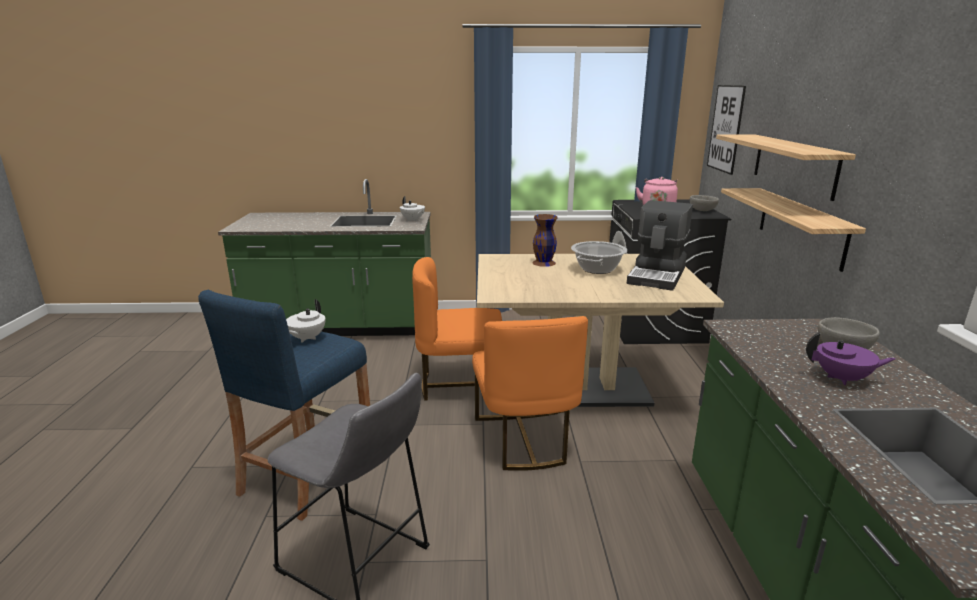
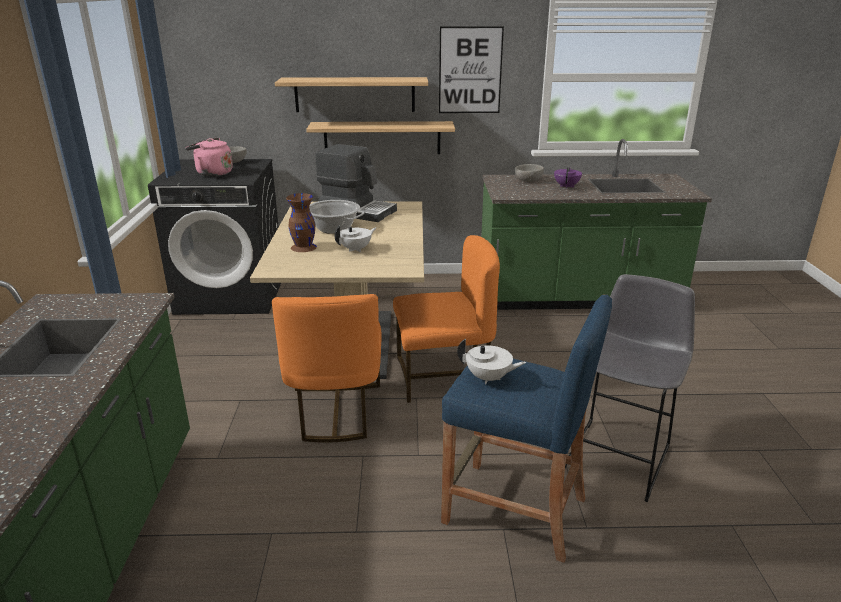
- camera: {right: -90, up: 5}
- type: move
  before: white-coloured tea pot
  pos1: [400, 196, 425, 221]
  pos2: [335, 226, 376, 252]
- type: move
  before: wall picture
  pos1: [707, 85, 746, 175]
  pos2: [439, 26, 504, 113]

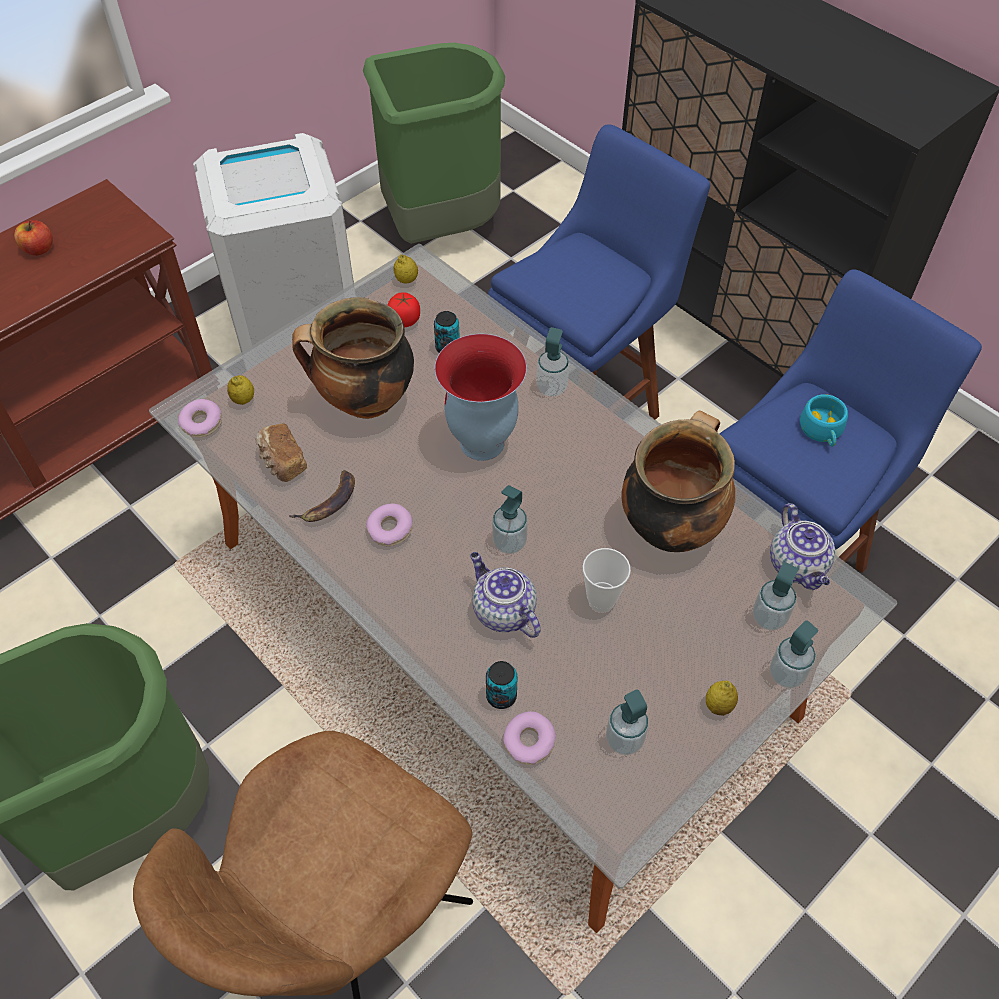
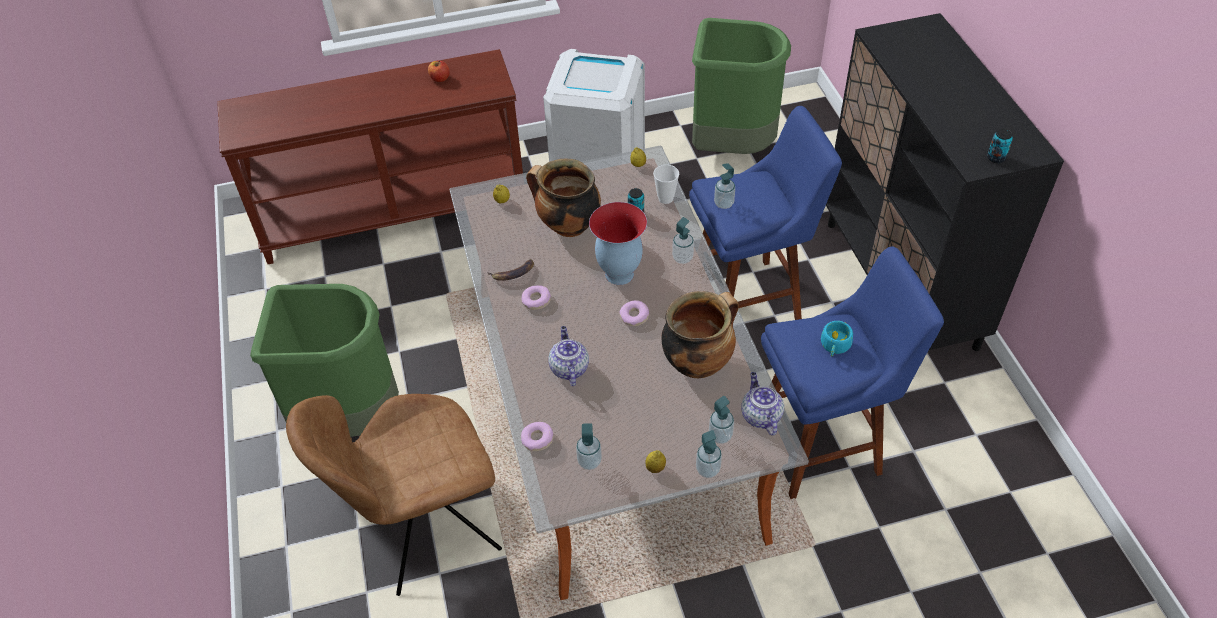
- camera: {right: 30, up: -5}
- type: move
  before: ring doughnut
  pos1: [178, 399, 222, 437]
  pos2: [620, 300, 649, 326]
- type: move
  before: drinking cup
  pos1: [583, 548, 631, 612]
  pos2: [653, 165, 679, 204]
- type: move
  before: liquid soap bottle
  pos1: [492, 485, 528, 554]
  pos2: [714, 163, 735, 209]
- type: rotate
  before: tea pot
  pos1: [770, 503, 835, 590]
  pos2: [741, 372, 784, 436]
  turn: 150
- type: move
  before: sealed can
  pos1: [486, 661, 518, 709]
  pos2: [987, 129, 1013, 163]
- type: delete
  before: baked bread
  pos1: [256, 423, 307, 482]
- type: delete
  before: fresh tomato
  pos1: [387, 292, 420, 327]

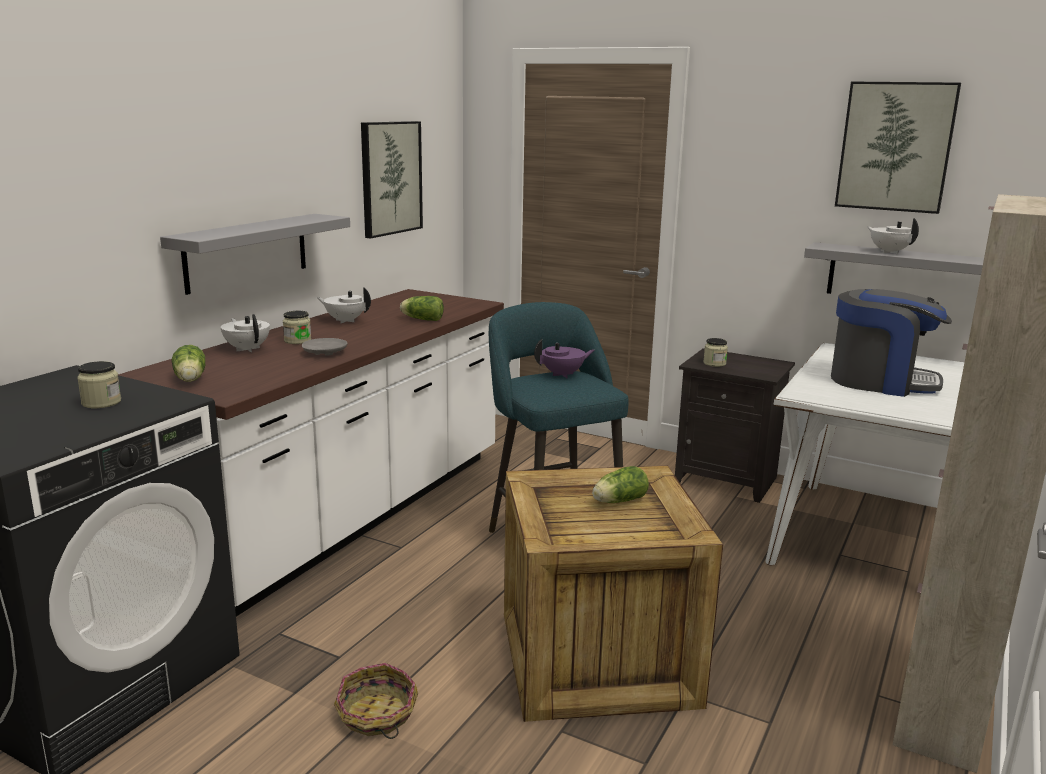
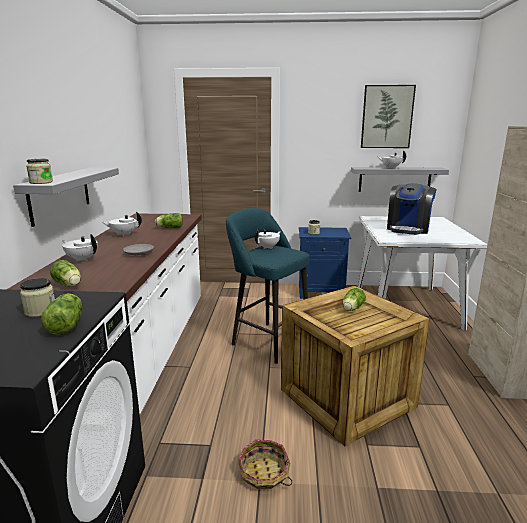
- camera: {right: -25, up: 0}
- type: move
  before: jar
  pos1: [283, 311, 311, 344]
  pos2: [26, 159, 53, 184]
- type: insert
  after: lettuce
  pos2: [41, 294, 82, 335]
- type: recolor
  before: purple tea pot
  after: white-coloured tea pot
  pos1: [534, 339, 594, 378]
  pos2: [255, 229, 280, 249]
- type: recolor
  before: black night table
  after: blue-coloured night table
  pos1: [675, 348, 795, 503]
  pos2: [299, 227, 351, 299]
- type: rotate
  before: coffee maker
  pos1: [831, 289, 952, 397]
  pos2: [387, 183, 437, 235]
  turn: 120
- type: delete
  before: wall picture
  pos1: [361, 121, 423, 238]

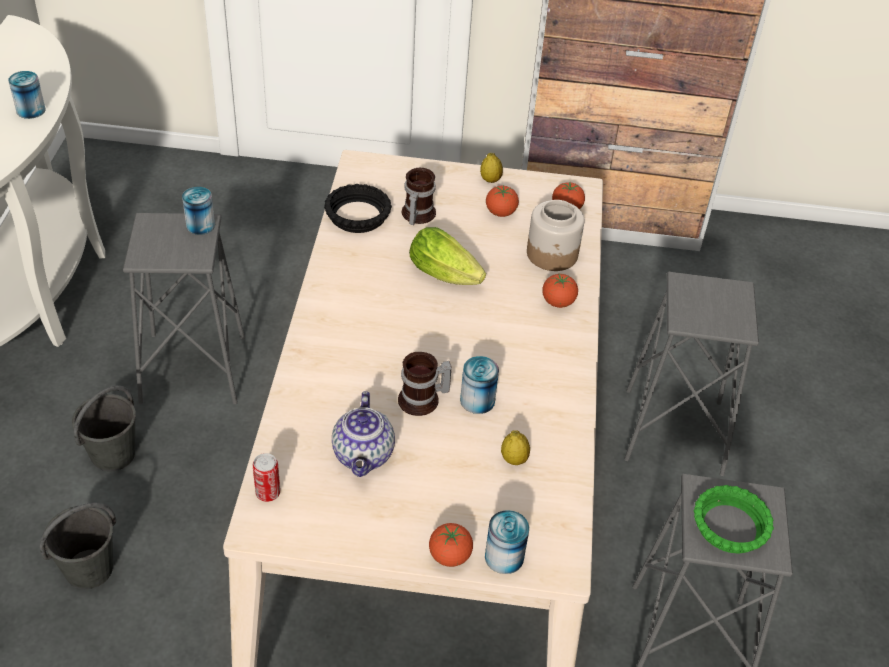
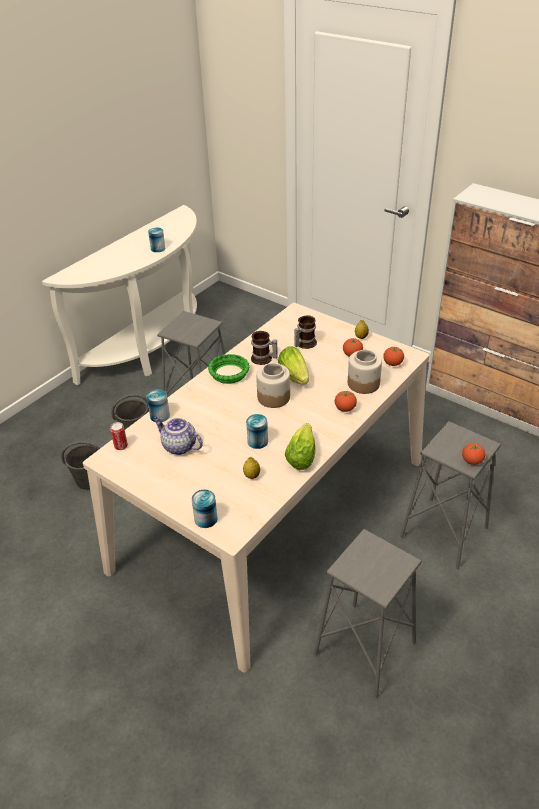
- camera: {right: 35, up: -5}
- type: move
  before: sealed can
  pos1: [182, 187, 215, 235]
  pos2: [146, 389, 170, 422]
- type: rotate
  before: tea pot
  pos1: [332, 391, 395, 477]
  pos2: [153, 417, 203, 455]
  turn: 90
- type: move
  before: green-coloured serving bowl
  pos1: [694, 485, 774, 553]
  pos2: [208, 354, 249, 384]
- type: move
  before: coffee mug
  pos1: [398, 352, 452, 416]
  pos2: [251, 331, 278, 365]
- type: insert
  after: jar
  pos2: [256, 363, 290, 408]
- type: insert
  after: lettuce
  pos2: [285, 423, 316, 470]
- type: move
  before: fresh tomato
  pos1: [429, 523, 473, 567]
  pos2: [462, 443, 485, 465]
- type: delete
  before: black serving bowl
  pos1: [324, 184, 392, 233]

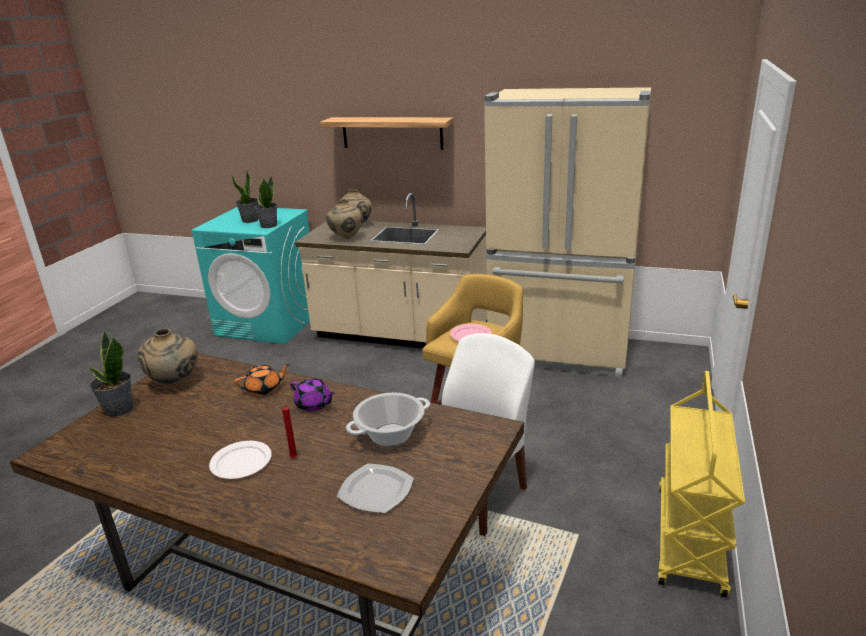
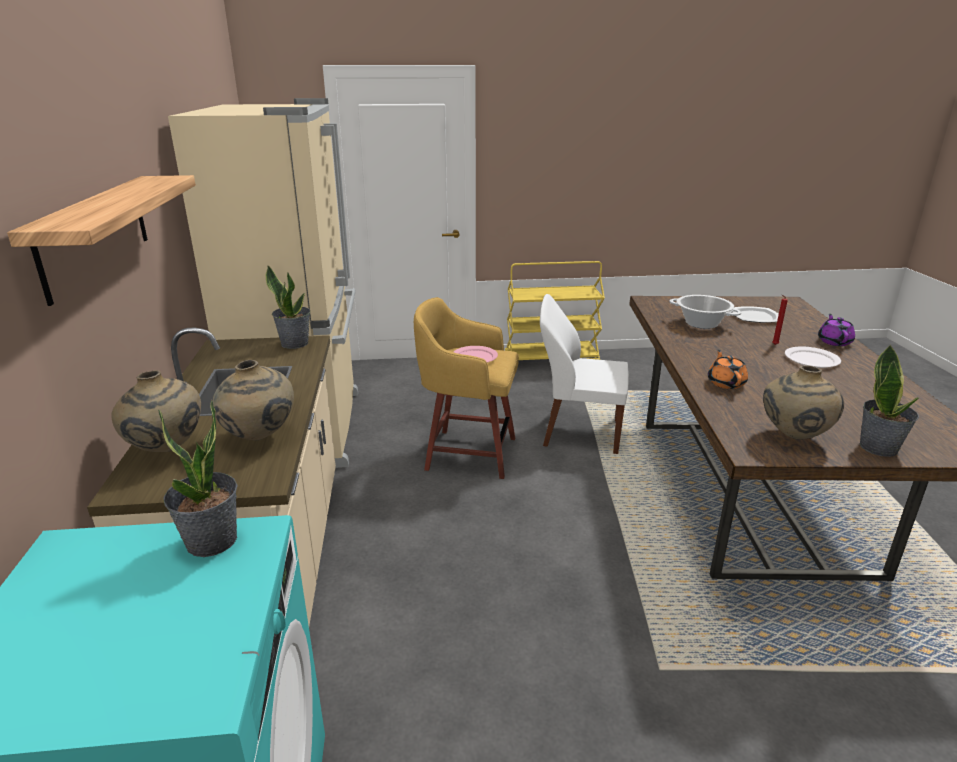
- camera: {right: -115, up: 0}
- type: move
  before: plant in a pot
  pos1: [232, 170, 258, 223]
  pos2: [265, 265, 310, 349]
- type: rotate
  before: orange-coloured tea pot
  pos1: [234, 364, 290, 396]
  pos2: [708, 350, 748, 389]
  turn: 45
- type: move
  before: purple tea pot
  pos1: [290, 379, 335, 412]
  pos2: [818, 314, 855, 346]

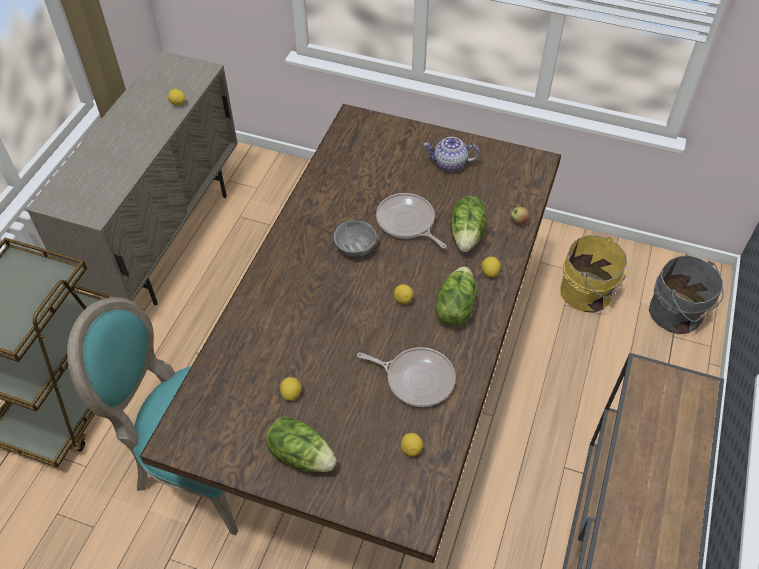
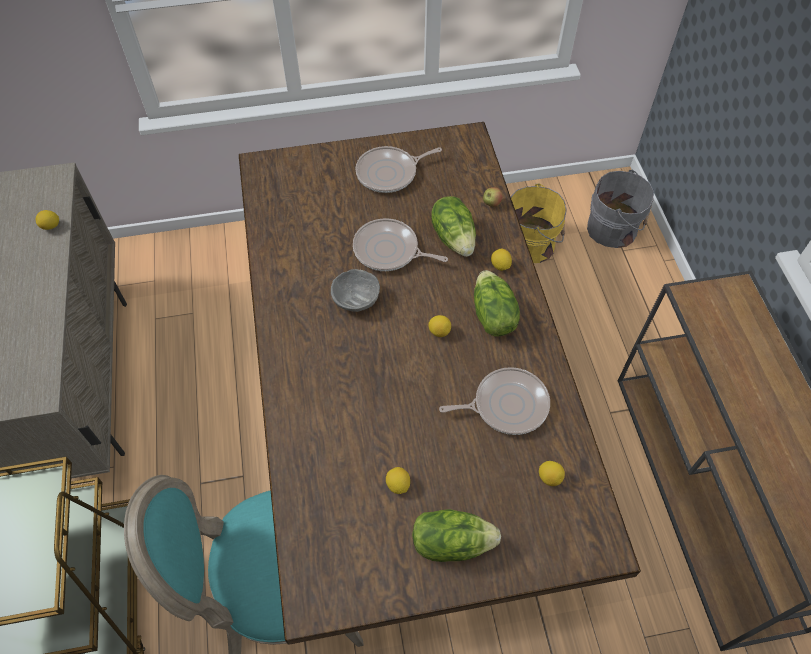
- camera: {right: -30, up: 5}
- type: replace
  before: tea pot
  after: pan
  pos1: [423, 137, 480, 172]
  pos2: [356, 146, 442, 193]

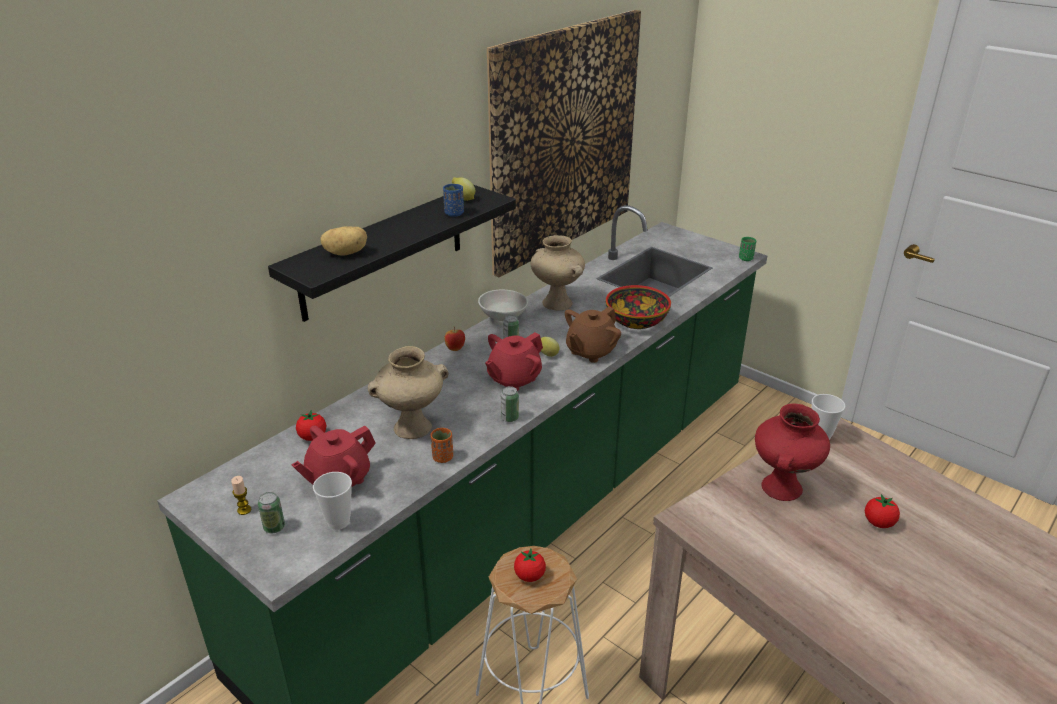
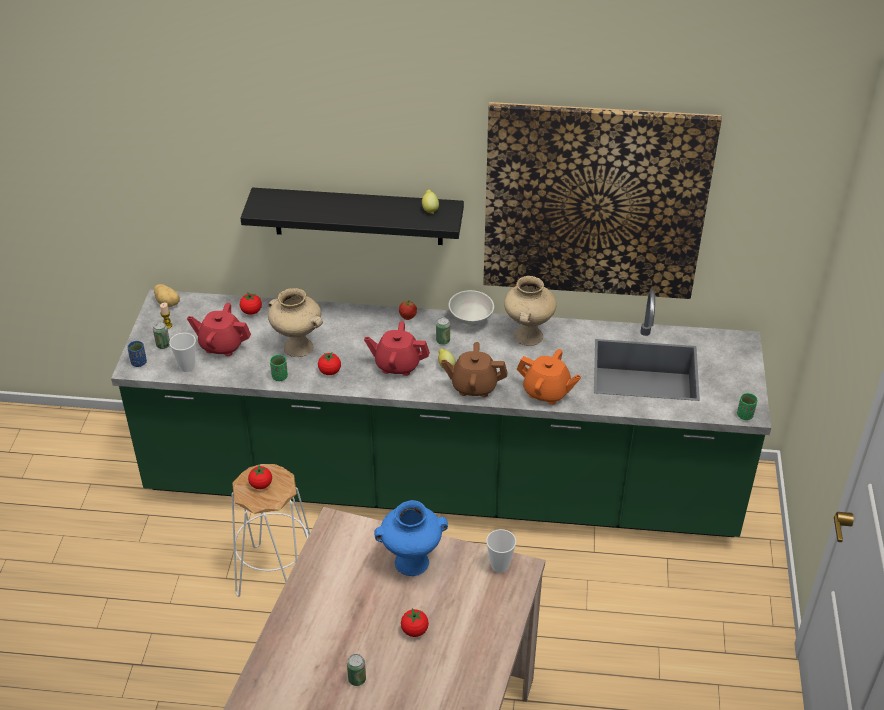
- camera: {right: 55, up: 10}
- type: move
  before: blue-coloured drinking cup
  pos1: [443, 184, 464, 217]
  pos2: [127, 341, 147, 367]
- type: move
  before: whole potato
  pos1: [320, 227, 367, 256]
  pos2: [154, 284, 180, 307]
- type: recolor
  before: orange-coloured drinking cup
  after: green-coloured drinking cup
  pos1: [431, 428, 453, 463]
  pos2: [270, 355, 288, 381]
- type: insert
  after: fresh tomato
  pos2: [318, 352, 341, 375]
- type: move
  before: sealed can
  pos1: [501, 386, 519, 422]
  pos2: [347, 654, 366, 686]
- type: recolor
  before: red decorative vase
  after: blue-coloured decorative vase
  pos1: [755, 403, 830, 501]
  pos2: [374, 500, 448, 576]
- type: replace
  before: serving bowl
  after: orange-coloured tea pot
  pos1: [606, 285, 671, 329]
  pos2: [516, 349, 581, 405]

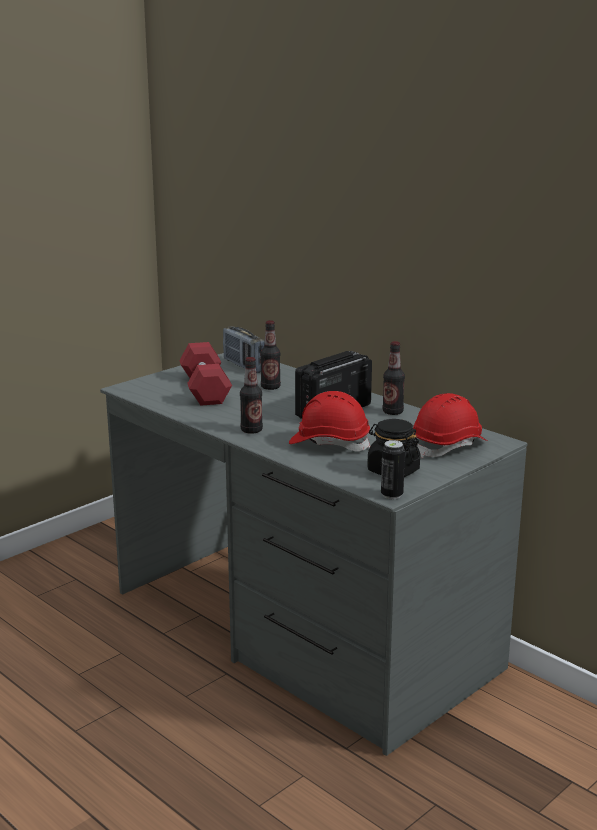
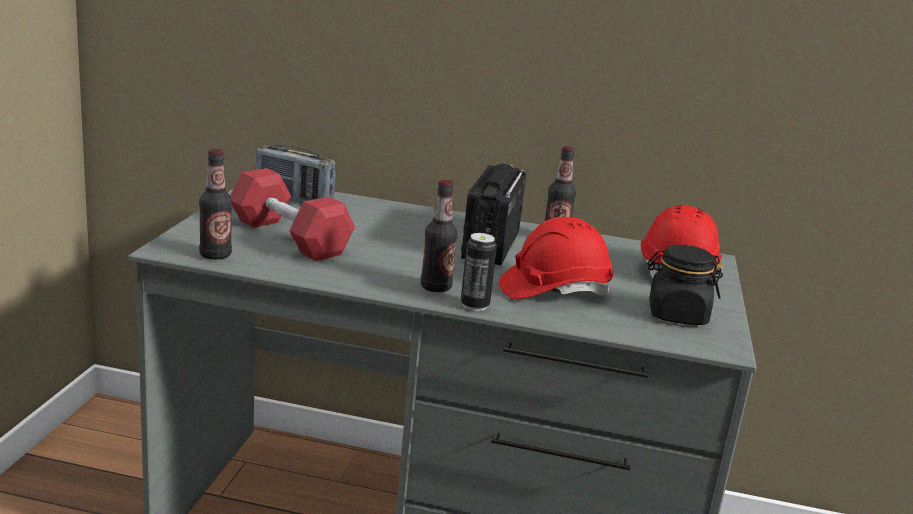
- camera: {right: -35, up: 0}
- type: move
  before: bottle
  pos1: [260, 320, 281, 390]
  pos2: [199, 149, 232, 260]
- type: move
  before: sealed can
  pos1: [381, 440, 405, 499]
  pos2: [461, 233, 497, 311]

